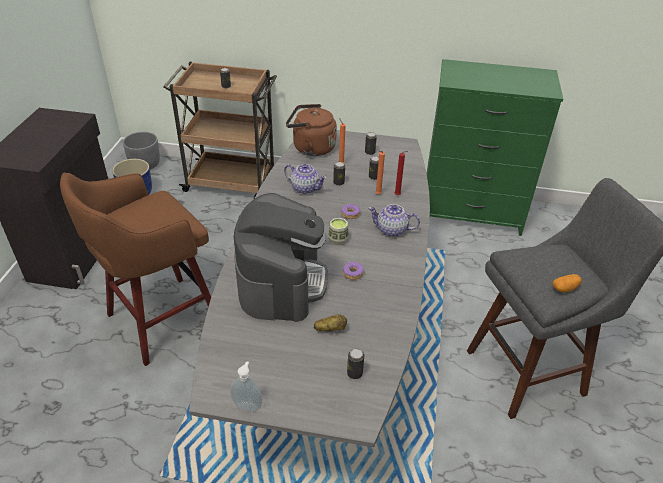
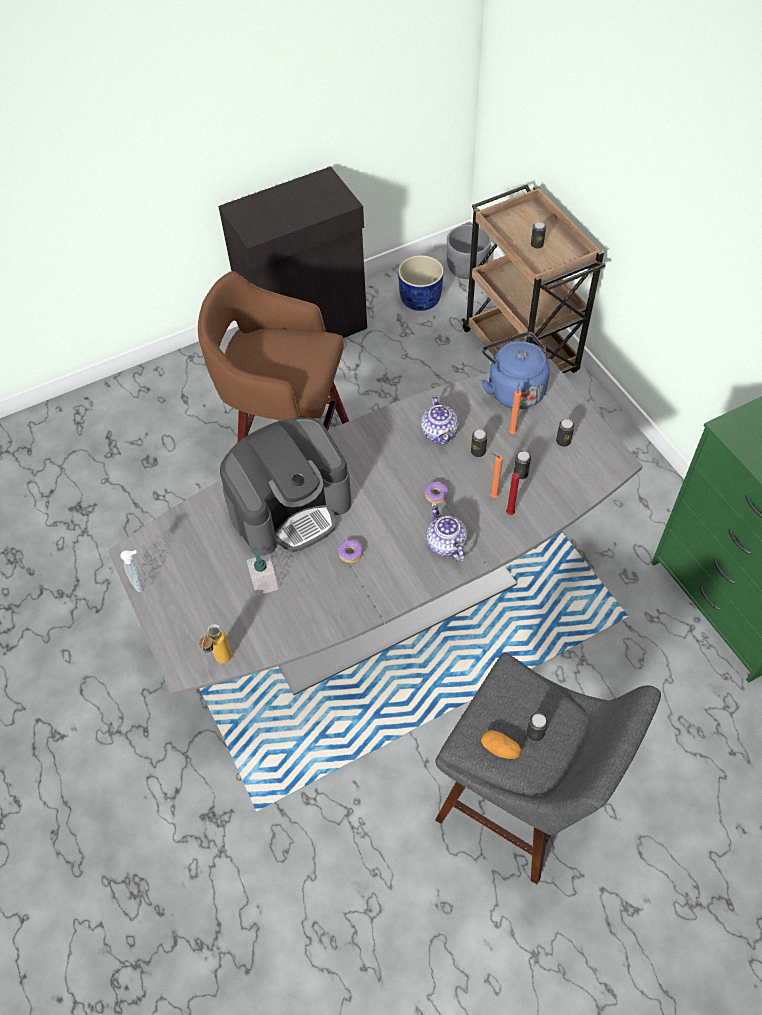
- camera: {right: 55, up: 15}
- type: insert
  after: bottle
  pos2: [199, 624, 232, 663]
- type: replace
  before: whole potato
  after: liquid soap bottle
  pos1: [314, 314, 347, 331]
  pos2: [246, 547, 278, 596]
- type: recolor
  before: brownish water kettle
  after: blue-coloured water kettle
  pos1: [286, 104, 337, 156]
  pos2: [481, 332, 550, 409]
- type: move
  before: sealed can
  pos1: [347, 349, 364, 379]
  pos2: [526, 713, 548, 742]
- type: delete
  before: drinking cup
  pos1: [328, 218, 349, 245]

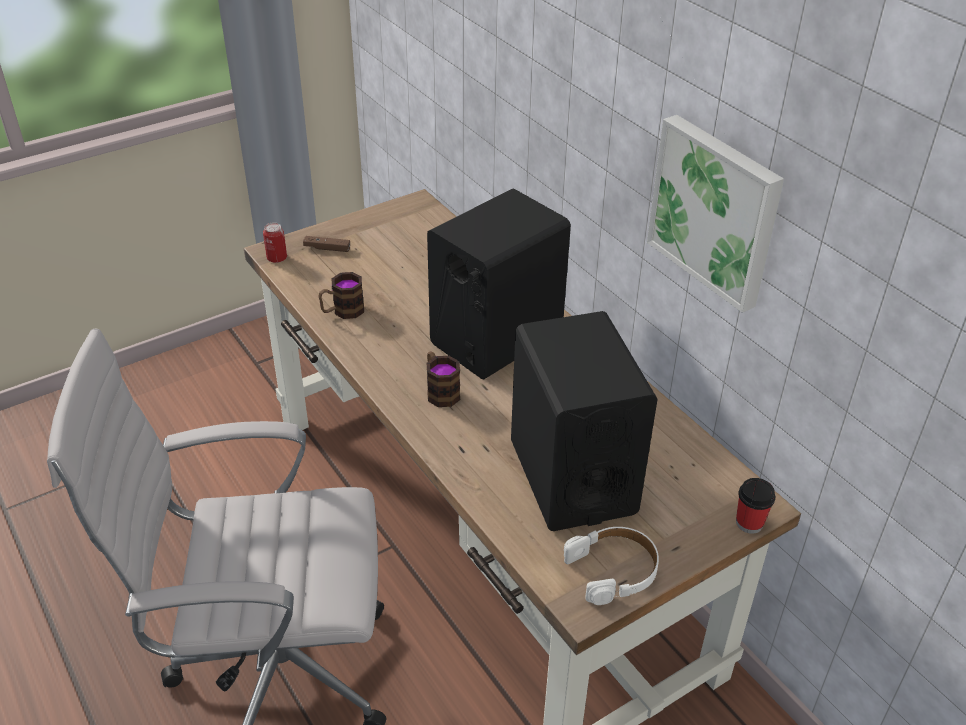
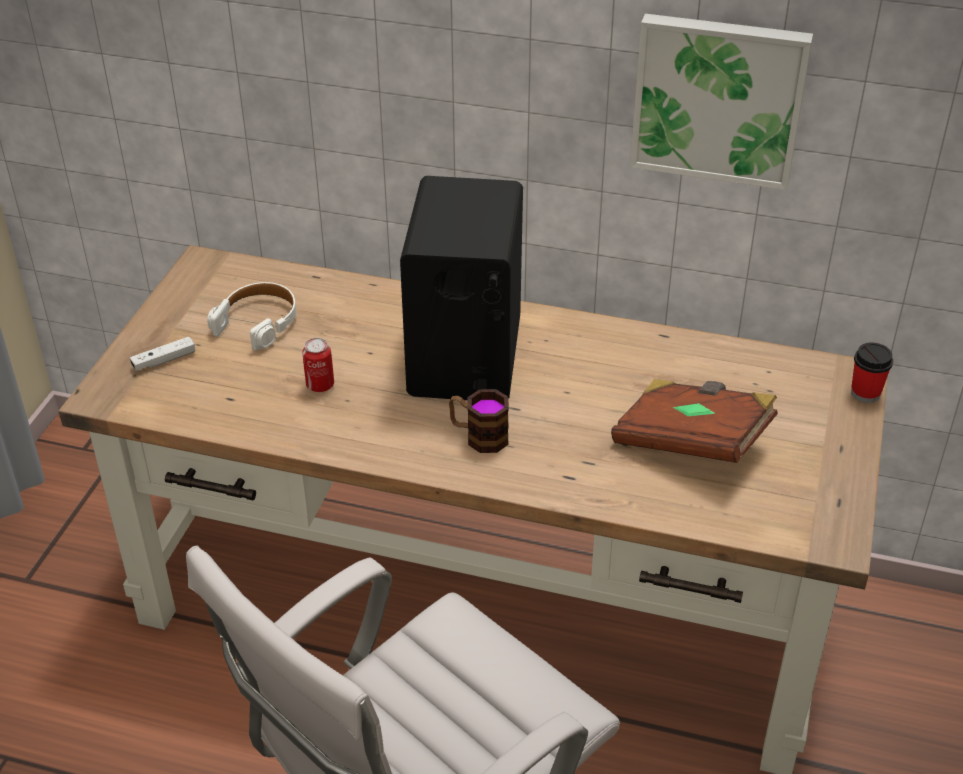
- camera: {right: -40, up: 0}
- type: recolor
  before: brownish game controller
  after: white-coloured game controller
  pos1: [303, 236, 350, 252]
  pos2: [130, 337, 195, 371]
- type: move
  before: white-coloured headset
  pos1: [564, 527, 659, 605]
  pos2: [207, 282, 296, 351]
- type: move
  before: sealed can
  pos1: [263, 223, 287, 263]
  pos2: [302, 338, 334, 392]
- type: replace
  before: black loudspeaker
  after: brownish book
  pos1: [511, 311, 658, 531]
  pos2: [611, 379, 778, 463]
- type: delete
  before: coffee mug
  pos1: [318, 272, 364, 319]

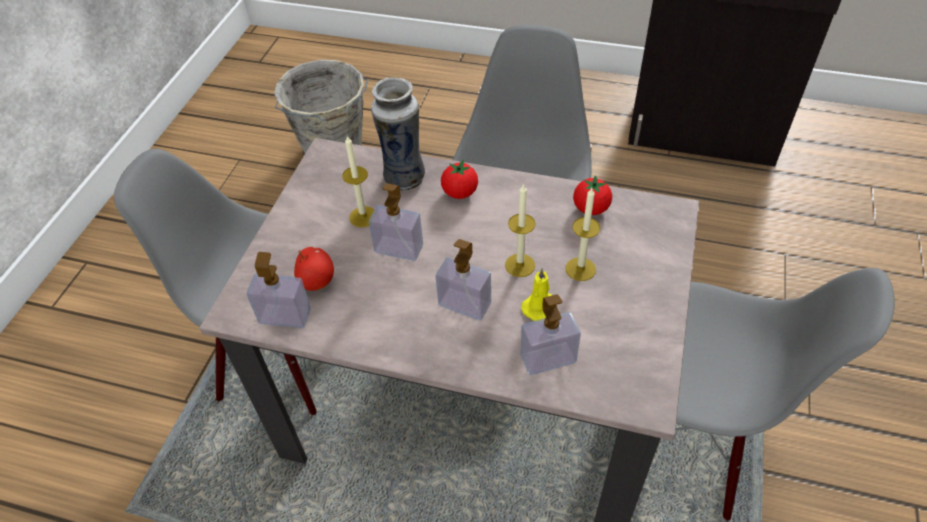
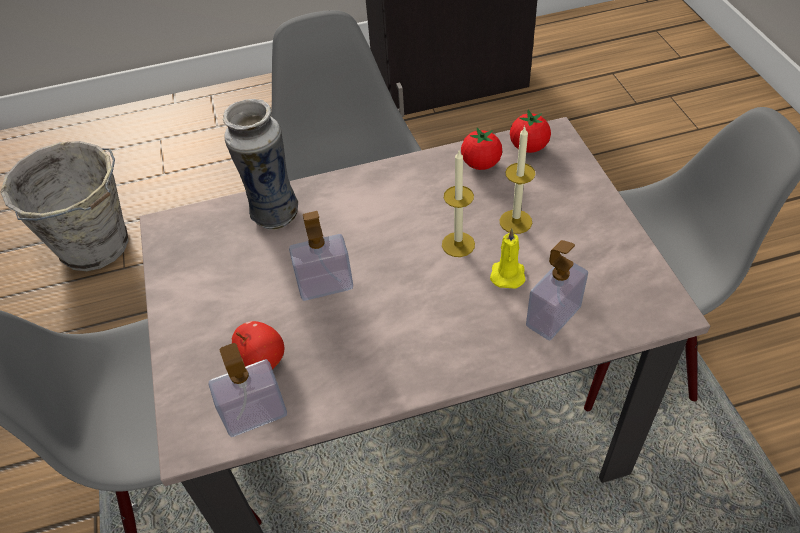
- camera: {right: -30, up: 0}
- type: move
  before: fresh tomato
  pos1: [441, 160, 478, 199]
  pos2: [510, 110, 551, 153]
- type: delete
  before: wax light
  pos1: [342, 136, 374, 227]
- type: delete
  before: liquid soap bottle
  pos1: [436, 239, 491, 321]

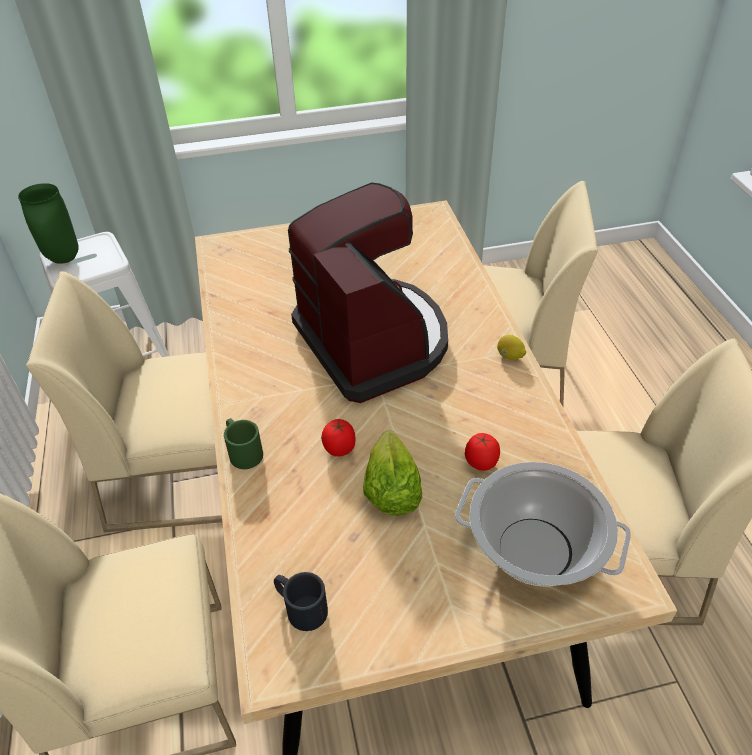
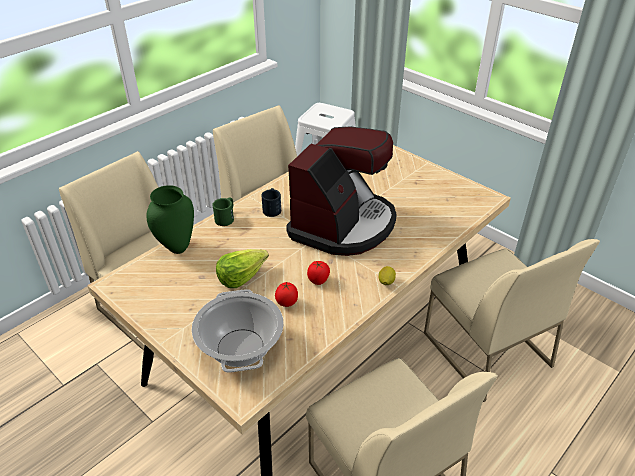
- camera: {right: 55, up: -5}
- type: move
  before: green-coloured decorative vase
  pos1: [18, 183, 79, 264]
  pos2: [146, 185, 194, 254]
- type: move
  before: black coffee mug
  pos1: [274, 572, 328, 631]
  pos2: [261, 188, 281, 217]
- type: move
  before: fresh tomato
  pos1: [321, 419, 355, 457]
  pos2: [307, 261, 330, 285]

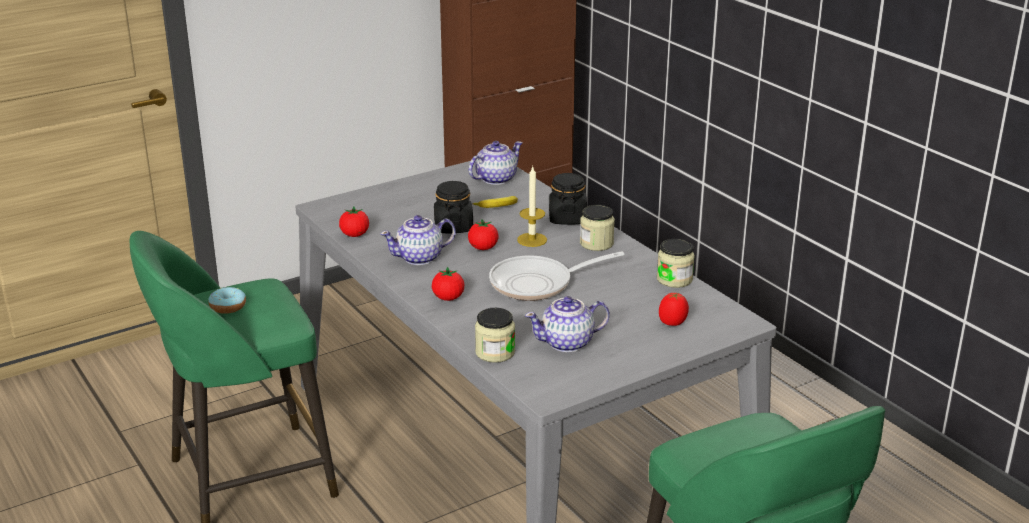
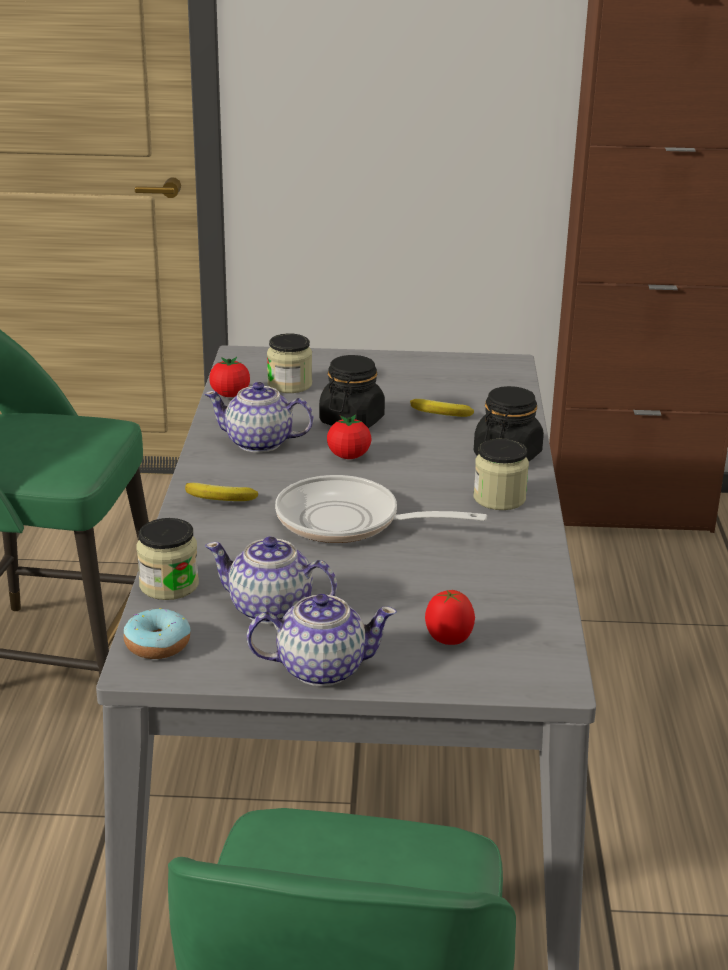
- camera: {right: 35, up: 0}
- type: move
  before: ring doughnut
  pos1: [208, 287, 246, 314]
  pos2: [124, 608, 190, 659]
- type: replace
  before: fresh tomato
  after: whole banana
  pos1: [432, 267, 464, 301]
  pos2: [185, 483, 258, 501]
- type: move
  before: tea pot
  pos1: [469, 141, 523, 185]
  pos2: [247, 594, 397, 686]
- type: move
  before: jar
  pos1: [657, 239, 695, 288]
  pos2: [267, 333, 312, 393]
- type: delete
  before: wax light
  pos1: [517, 167, 547, 247]

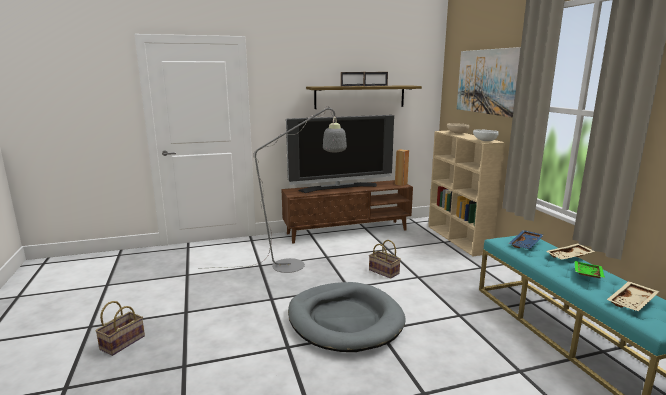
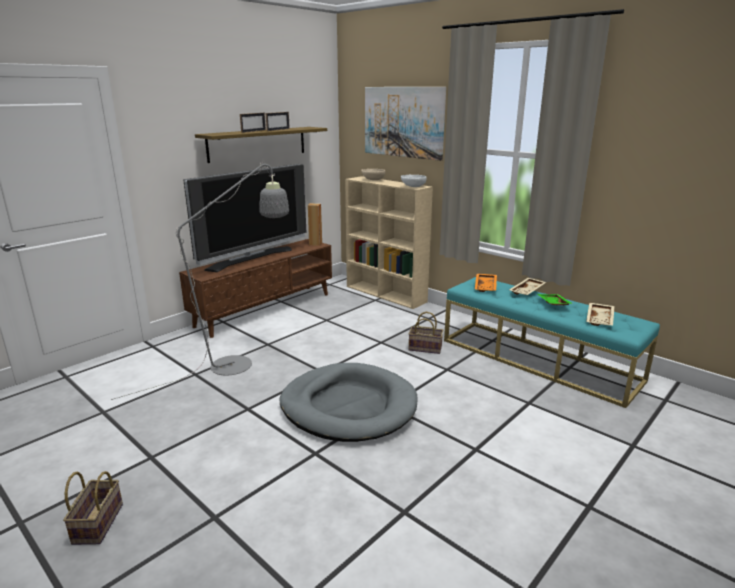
- camera: {right: -30, up: 5}
- type: move
  before: household basket
  pos1: [369, 240, 401, 279]
  pos2: [409, 312, 443, 354]
- type: recolor
  before: blue-coloured serving tray
  after: orange-coloured serving tray
  pos1: [509, 230, 543, 249]
  pos2: [475, 274, 497, 292]

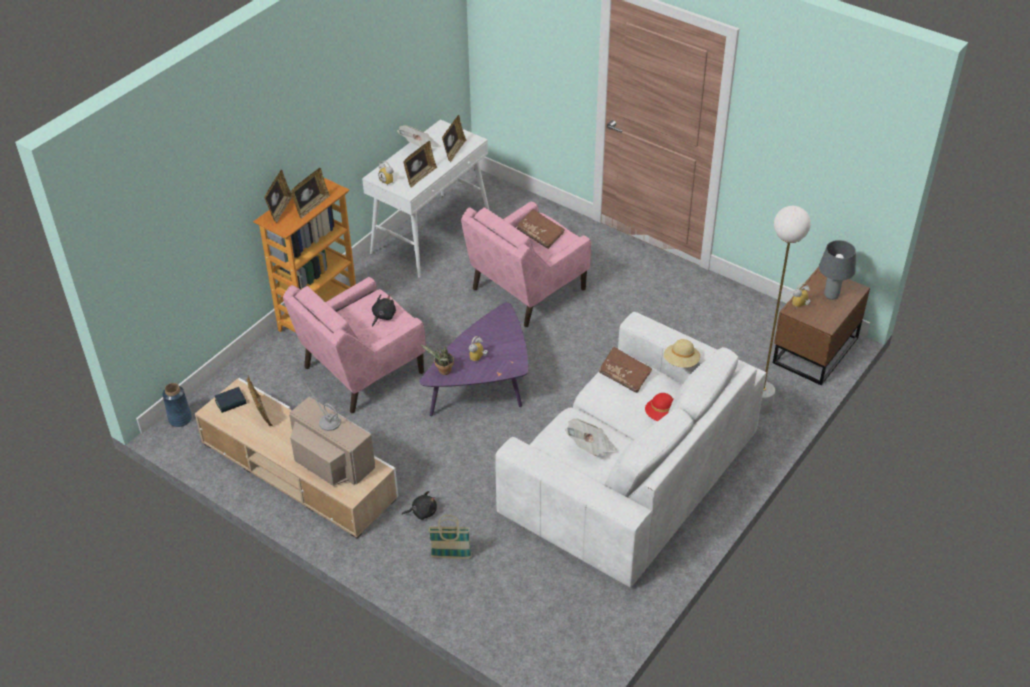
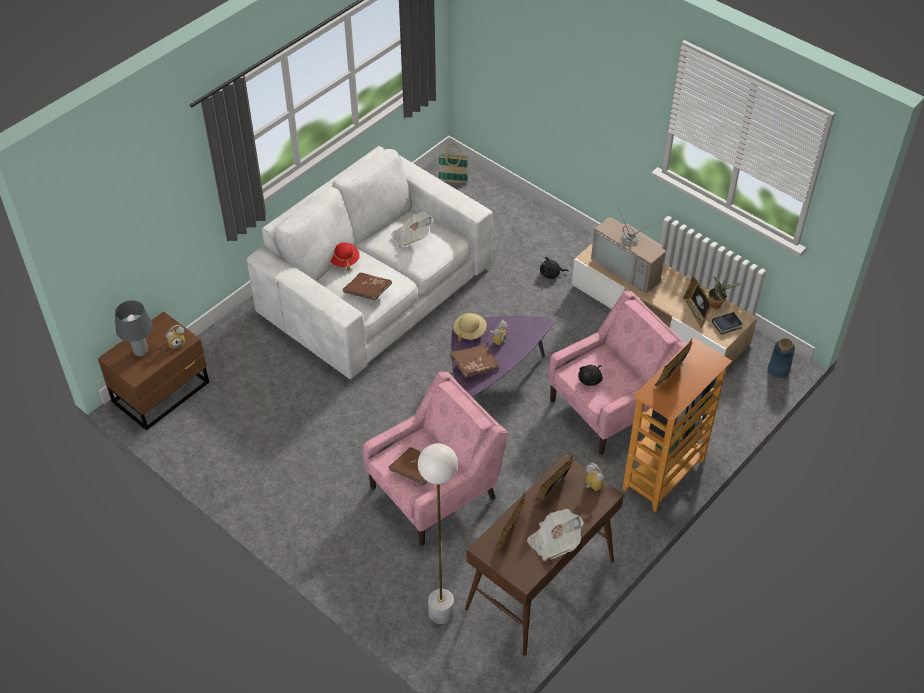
- camera: {right: -175, up: 5}
- type: move
  before: white-coloured standing lamp
  pos1: [759, 206, 811, 414]
  pos2: [418, 443, 458, 624]
- type: move
  before: household basket
  pos1: [429, 515, 472, 559]
  pos2: [438, 144, 469, 183]
- type: insert
  after: brownish book
  pos2: [450, 344, 499, 377]
- type: move
  before: sand-coloured clothing hat
  pos1: [664, 339, 700, 368]
  pos2: [453, 313, 487, 342]
- type: recolor
  before: white-coloured console table
  after: brownish console table
  pos1: [362, 119, 489, 278]
  pos2: [465, 454, 624, 656]
- type: move
  before: plant in a pot
  pos1: [420, 344, 454, 375]
  pos2: [708, 277, 741, 309]
- type: delete
  before: standing frame
  pos1: [264, 170, 293, 223]

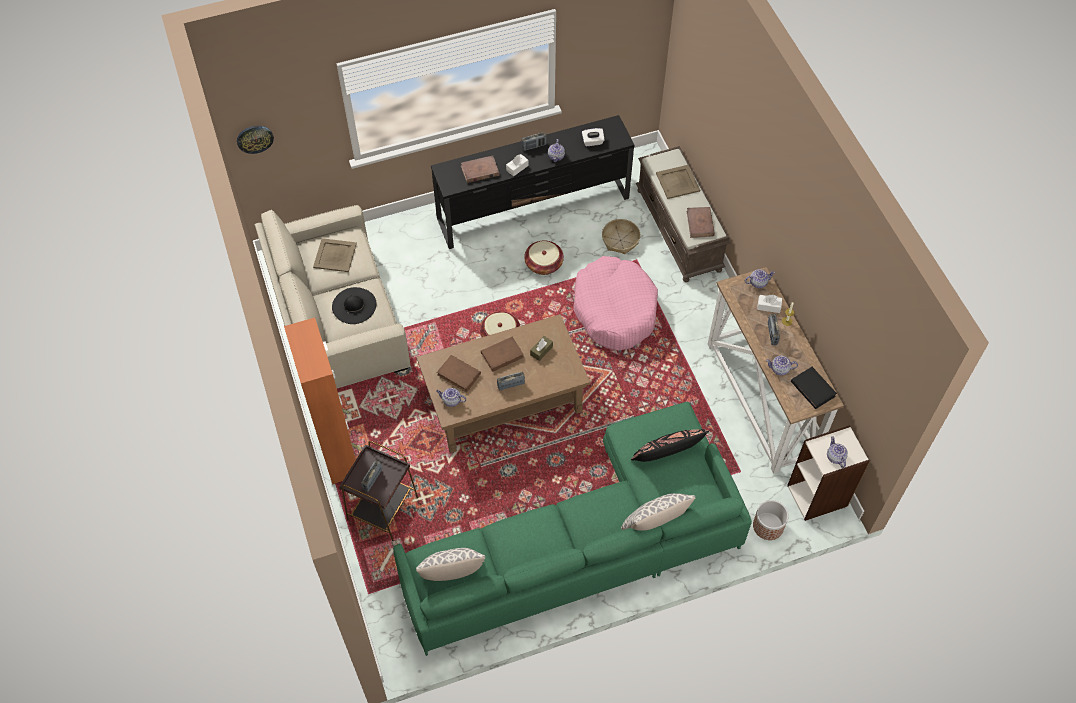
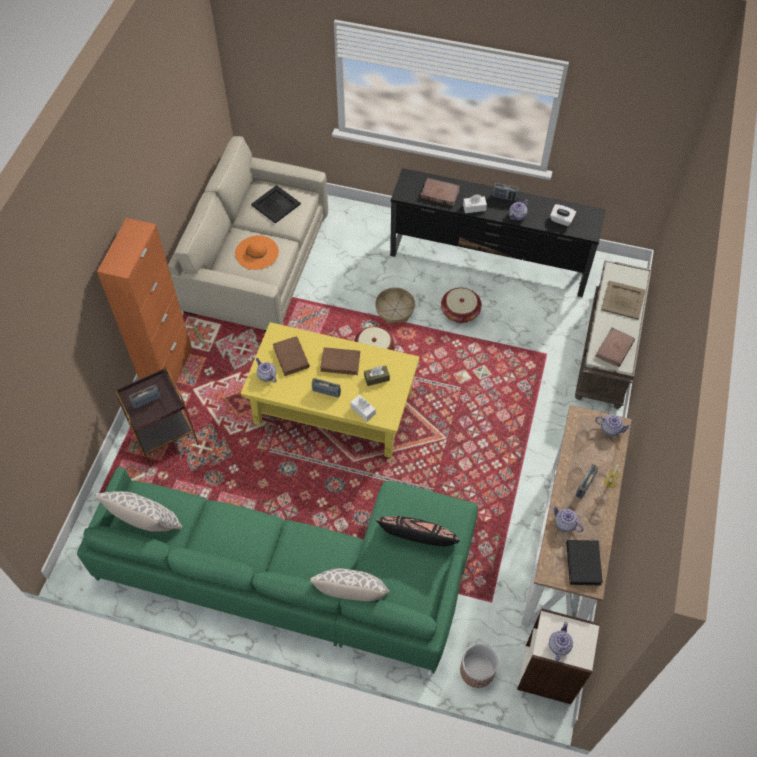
- camera: {right: 35, up: 0}
- type: recolor
  before: black clothing hat
  after: orange-coloured clothing hat
  pos1: [332, 287, 377, 324]
  pos2: [235, 235, 279, 270]
- type: recolor
  before: brownish low table
  after: yellow low table
  pos1: [417, 314, 590, 453]
  pos2: [240, 322, 420, 458]
- type: recolor
  before: sand-coloured serving tray
  after: black serving tray
  pos1: [313, 238, 357, 272]
  pos2: [251, 185, 301, 223]
- type: move
  before: white-coloured tissue box
  pos1: [757, 295, 782, 313]
  pos2: [350, 395, 376, 421]
- type: move
  before: household basket
  pos1: [602, 219, 640, 254]
  pos2: [375, 287, 415, 324]
- type: delete
  before: wall clock
  pos1: [237, 126, 274, 154]
- type: delete
  before: pink dog cushion
  pos1: [573, 256, 658, 350]

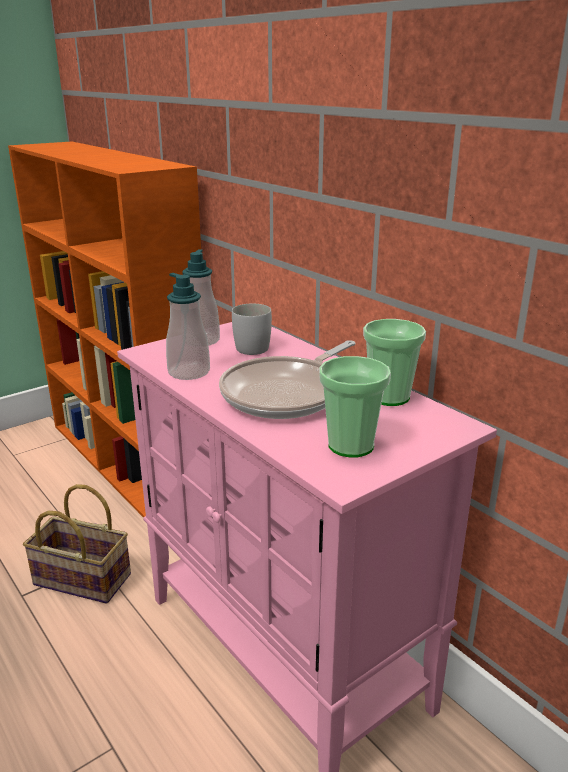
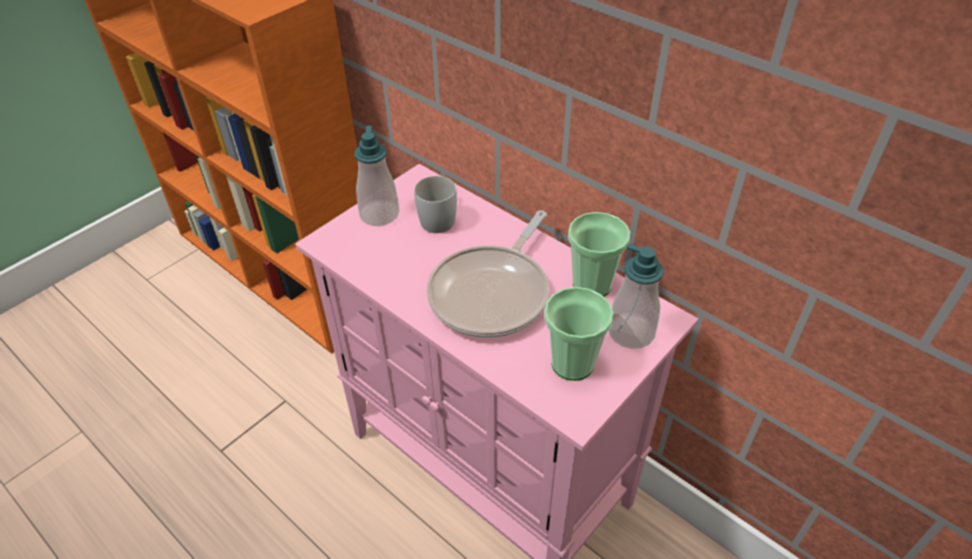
- camera: {right: -10, up: 20}
- type: move
  before: liquid soap bottle
  pos1: [166, 273, 210, 380]
  pos2: [609, 243, 664, 349]
- type: delete
  before: household basket
  pos1: [23, 484, 131, 604]

